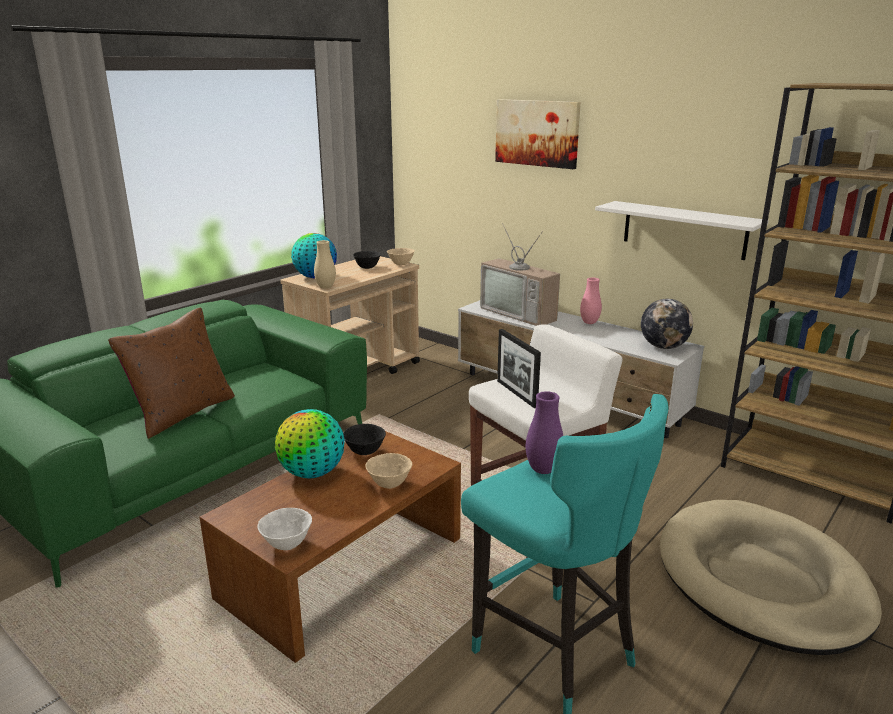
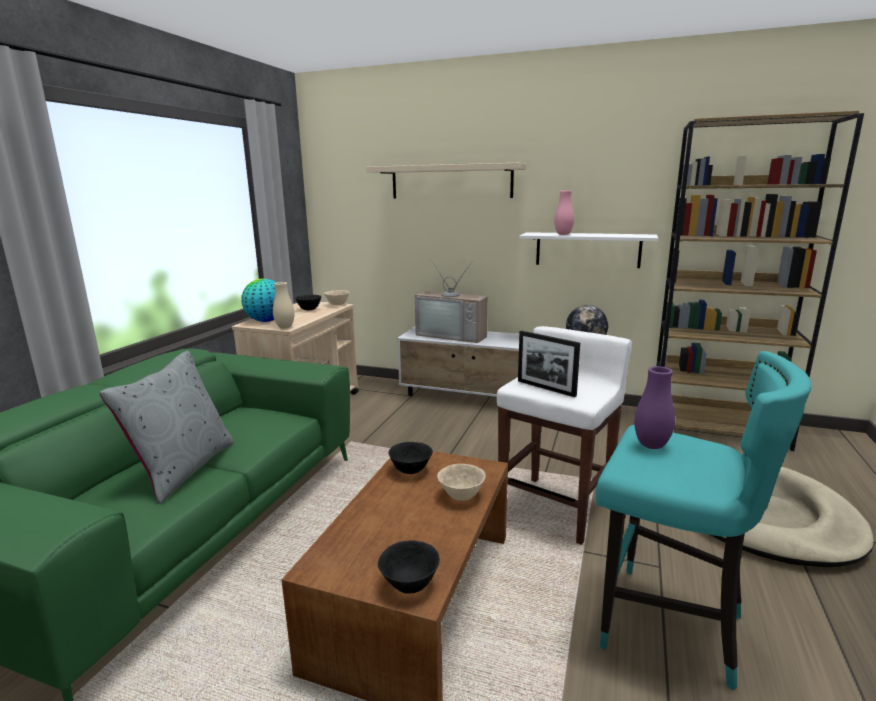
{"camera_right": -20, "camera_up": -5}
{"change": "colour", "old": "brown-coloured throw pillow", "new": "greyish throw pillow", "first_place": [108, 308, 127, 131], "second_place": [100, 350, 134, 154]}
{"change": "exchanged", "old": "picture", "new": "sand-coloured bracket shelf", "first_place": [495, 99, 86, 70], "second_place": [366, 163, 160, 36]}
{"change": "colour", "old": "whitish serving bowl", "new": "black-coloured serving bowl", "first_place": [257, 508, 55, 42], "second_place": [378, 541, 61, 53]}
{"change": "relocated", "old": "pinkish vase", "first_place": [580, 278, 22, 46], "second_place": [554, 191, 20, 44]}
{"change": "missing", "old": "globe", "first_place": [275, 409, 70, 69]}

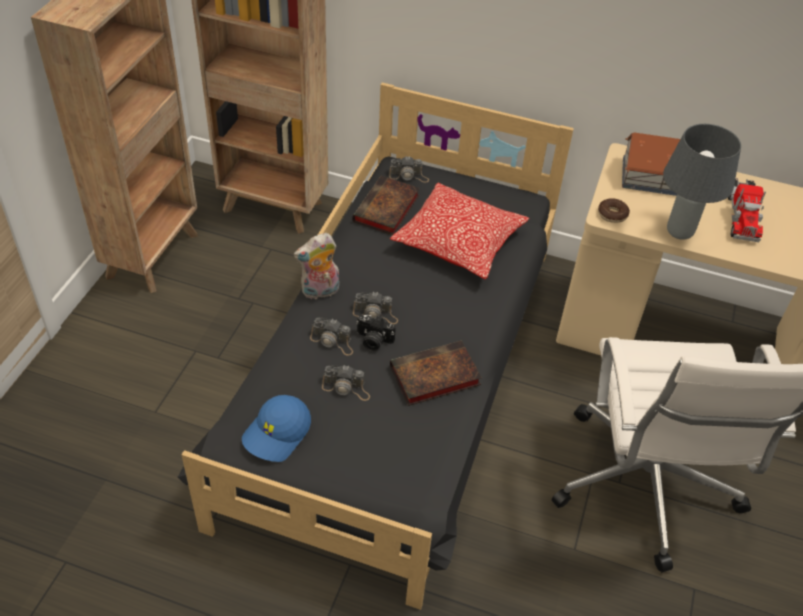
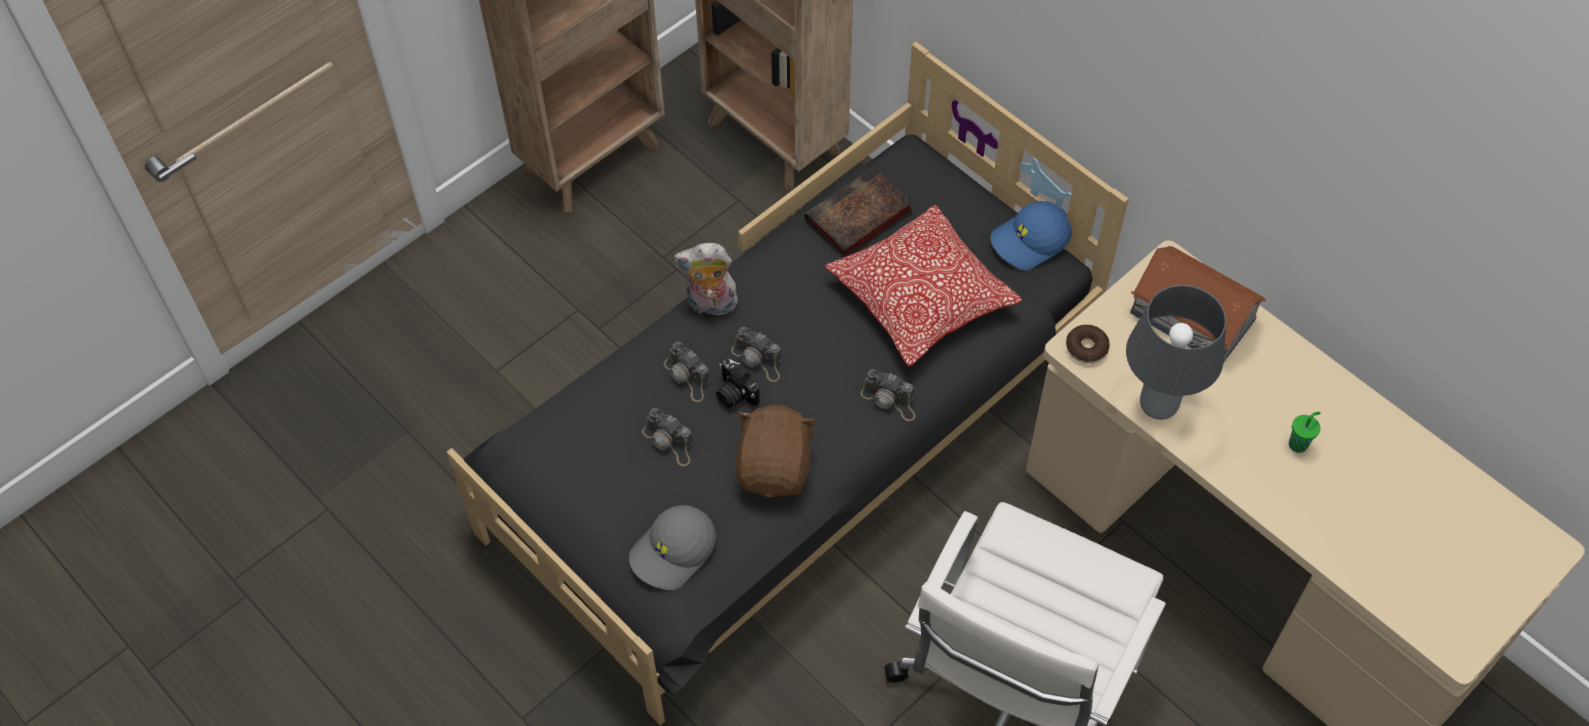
{"camera_right": 30, "camera_up": 10}
{"change": "appeared", "new": "greyish peaked cap", "second_place": [629, 505, 87, 85]}
{"change": "exchanged", "old": "book", "new": "brown-coloured plush toy", "first_place": [390, 340, 92, 66], "second_place": [735, 405, 82, 93]}
{"change": "relocated", "old": "still camera", "first_place": [389, 156, 40, 27], "second_place": [861, 369, 54, 52]}
{"change": "relocated", "old": "blue peaked cap", "first_place": [242, 395, 69, 67], "second_place": [991, 201, 81, 69]}
{"change": "appeared", "new": "greenish cup", "second_place": [1289, 412, 32, 41]}
{"change": "missing", "old": "model truck", "first_place": [728, 178, 38, 64]}

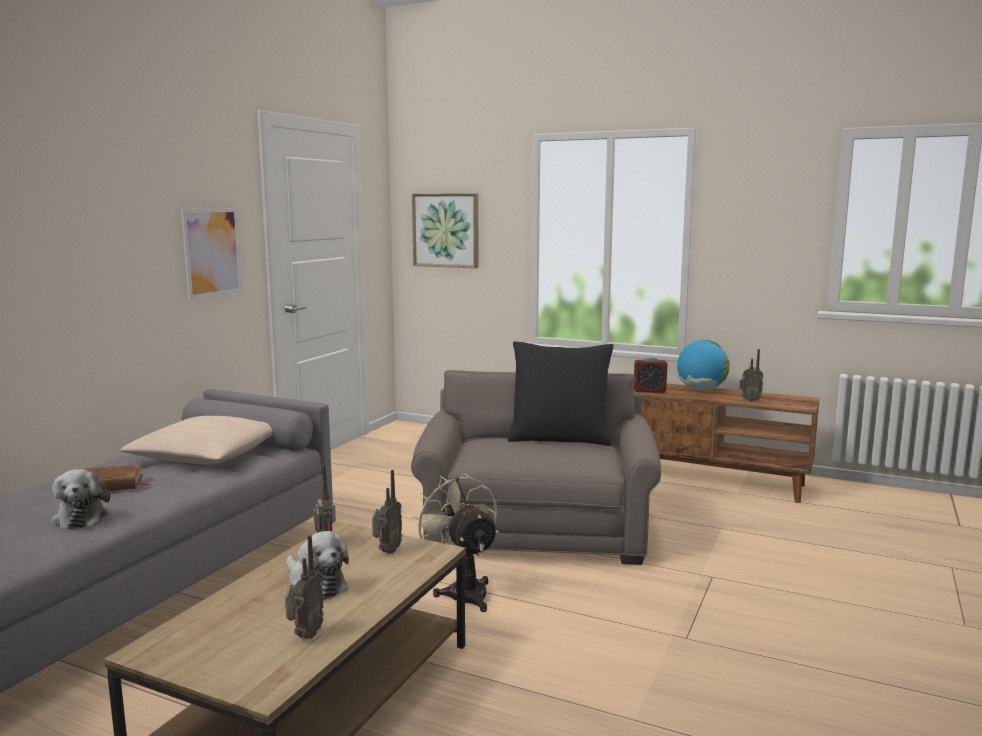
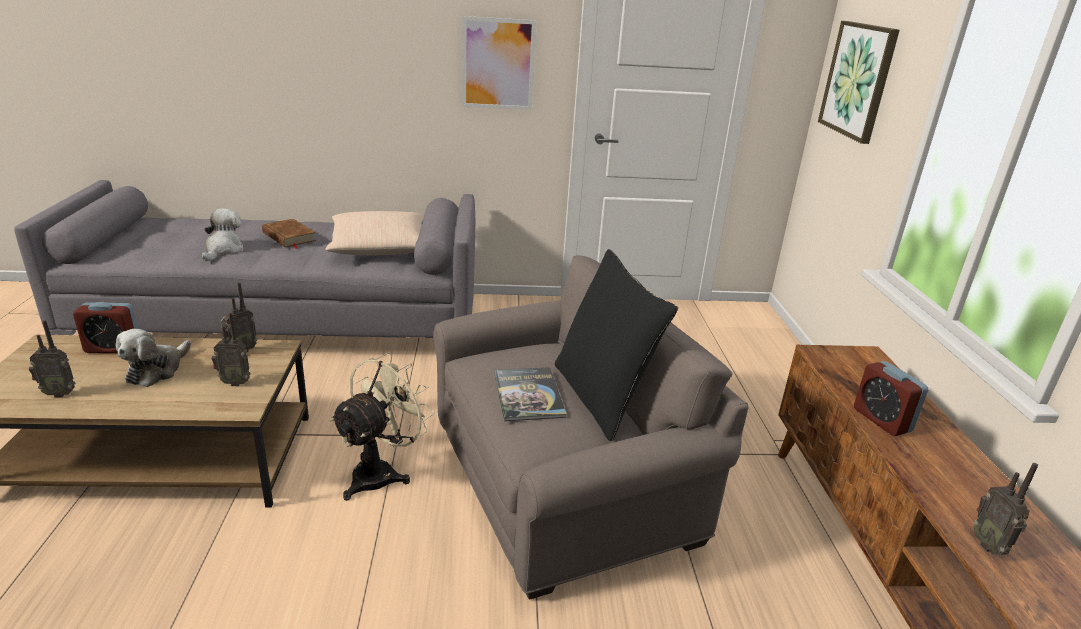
{"camera_right": 60, "camera_up": 15}
{"change": "appeared", "new": "alarm clock", "second_place": [73, 302, 65, 51]}
{"change": "spun", "old": "plush toy", "first_place": [51, 469, 59, 60], "second_place": [202, 208, 42, 53], "degrees": 150}
{"change": "appeared", "new": "book", "second_place": [494, 367, 73, 54]}
{"change": "missing", "old": "globe", "first_place": [677, 340, 53, 51]}

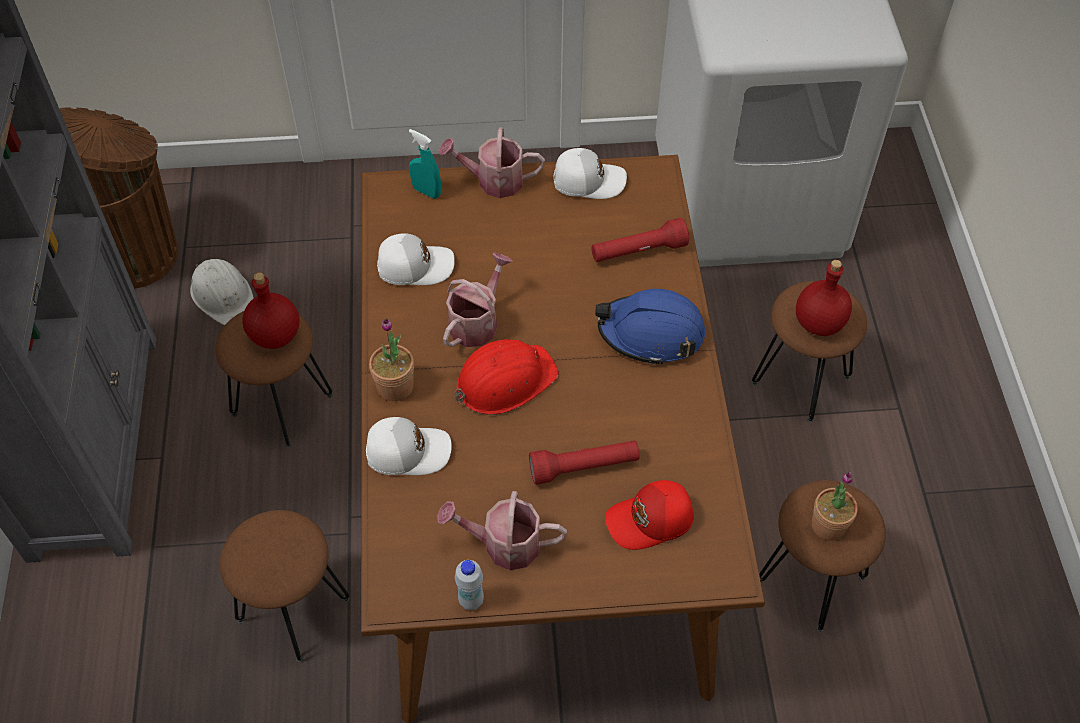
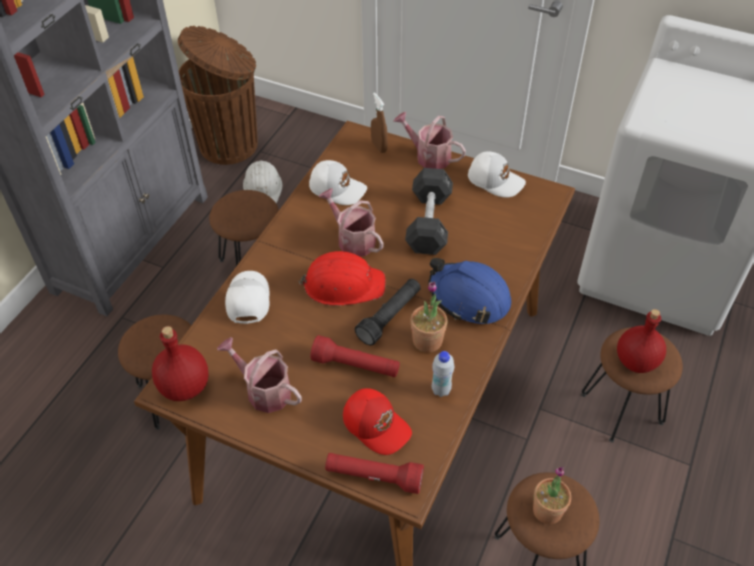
{"camera_right": 30, "camera_up": -5}
{"change": "relocated", "old": "red-coloured beverage bottle", "first_place": [242, 272, 58, 77], "second_place": [152, 326, 57, 75]}
{"change": "spun", "old": "whitish peaked cap", "first_place": [366, 417, 86, 58], "second_place": [225, 271, 45, 53], "degrees": -120}
{"change": "spun", "old": "watering pot", "first_place": [443, 253, 69, 94], "second_place": [318, 188, 66, 69], "degrees": -105}
{"change": "relocated", "old": "red-coloured flashlight", "first_place": [591, 218, 98, 44], "second_place": [325, 453, 99, 41]}
{"change": "spun", "old": "red-coloured peaked cap", "first_place": [605, 480, 89, 70], "second_place": [343, 388, 69, 67], "degrees": -150}
{"change": "appeared", "new": "black-coloured flashlight", "second_place": [355, 279, 66, 67]}
{"change": "colour", "old": "turquoise spray bottle", "new": "brown-coloured spray bottle", "first_place": [409, 129, 32, 70], "second_place": [371, 92, 17, 61]}
{"change": "appeared", "new": "black-coloured free weight", "second_place": [405, 168, 48, 87]}
{"change": "relocated", "old": "potted plant", "first_place": [369, 318, 45, 83], "second_place": [410, 282, 37, 71]}
{"change": "relocated", "old": "whitish beverage bottle", "first_place": [455, 560, 29, 50], "second_place": [432, 351, 22, 46]}

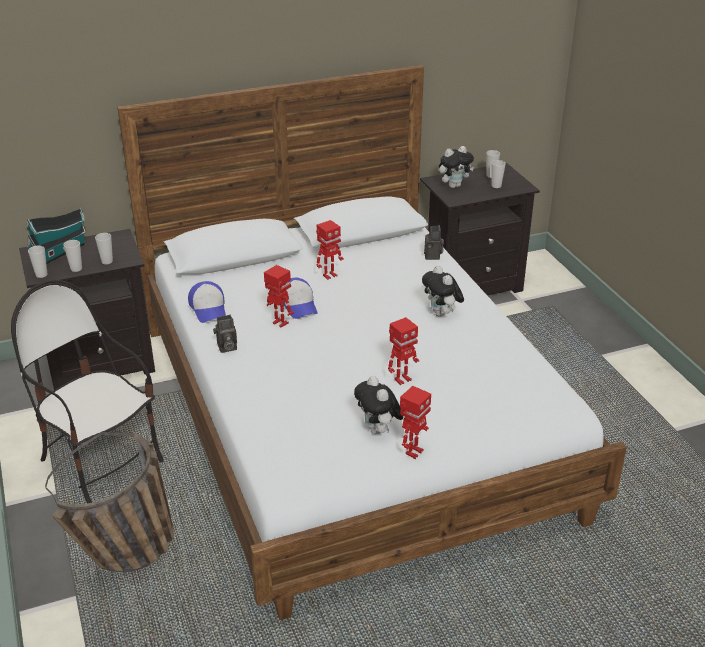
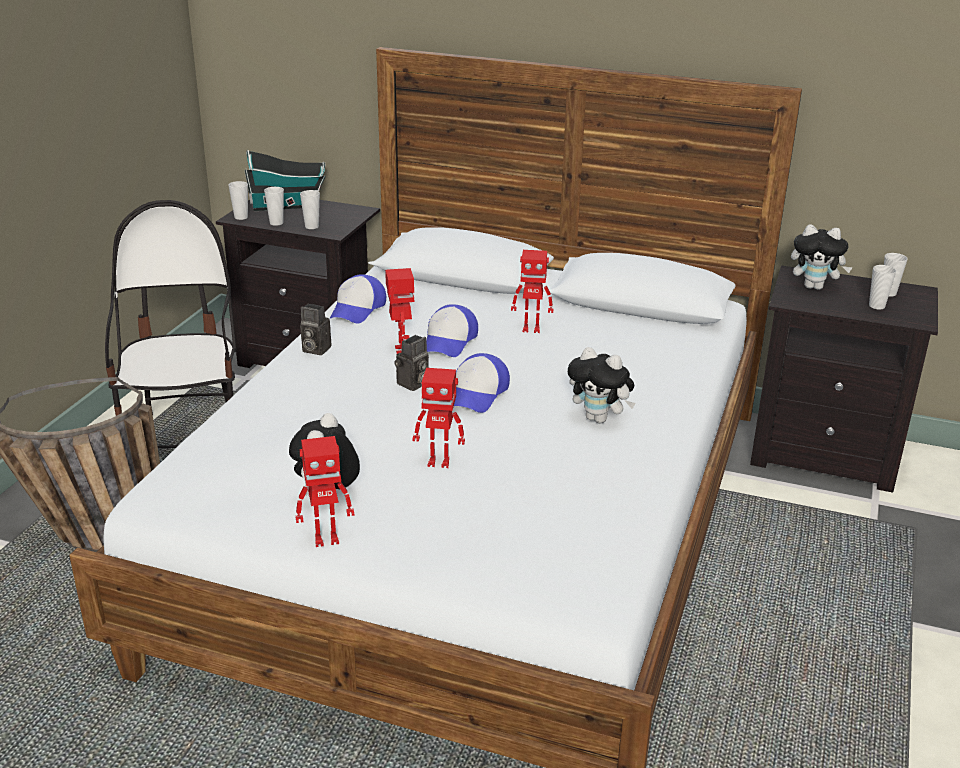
{"camera_right": 40, "camera_up": -5}
{"change": "relocated", "old": "still camera", "first_place": [424, 225, 20, 35], "second_place": [394, 335, 35, 56]}
{"change": "appeared", "new": "peaked cap", "second_place": [454, 353, 56, 60]}
{"change": "spun", "old": "plush toy", "first_place": [422, 266, 42, 50], "second_place": [568, 347, 67, 76], "degrees": -75}

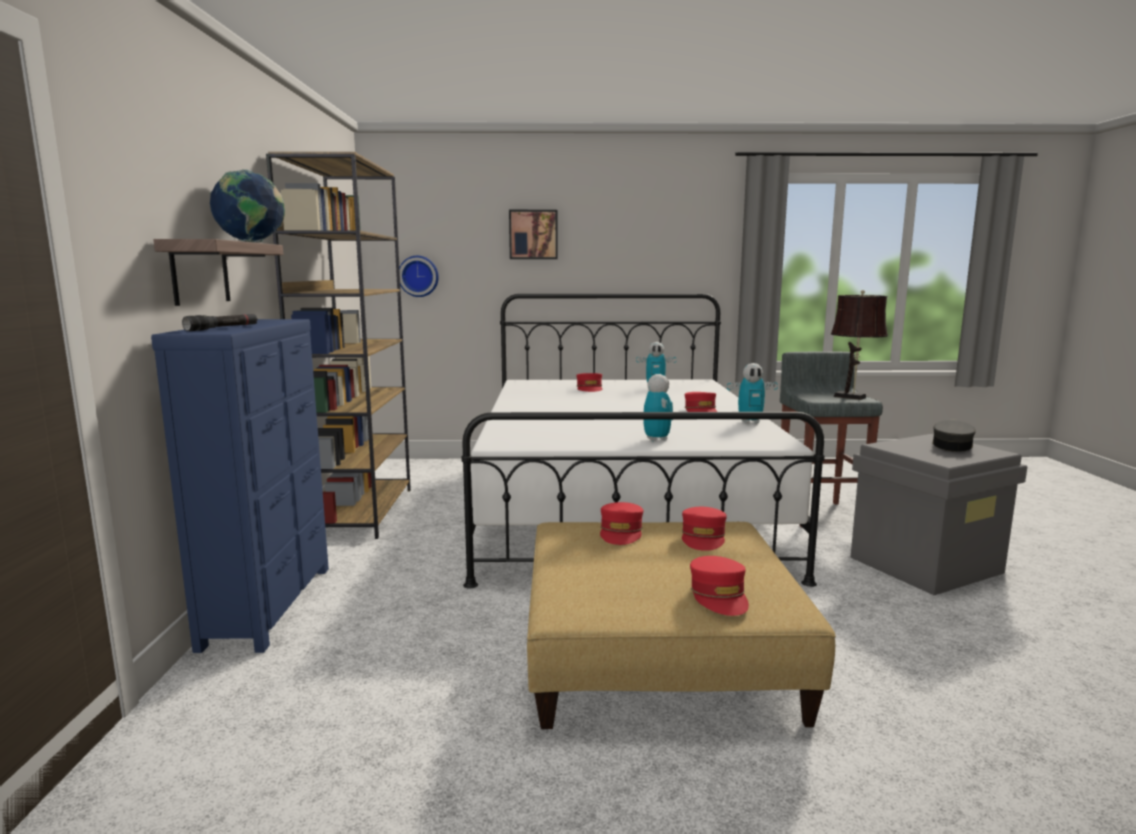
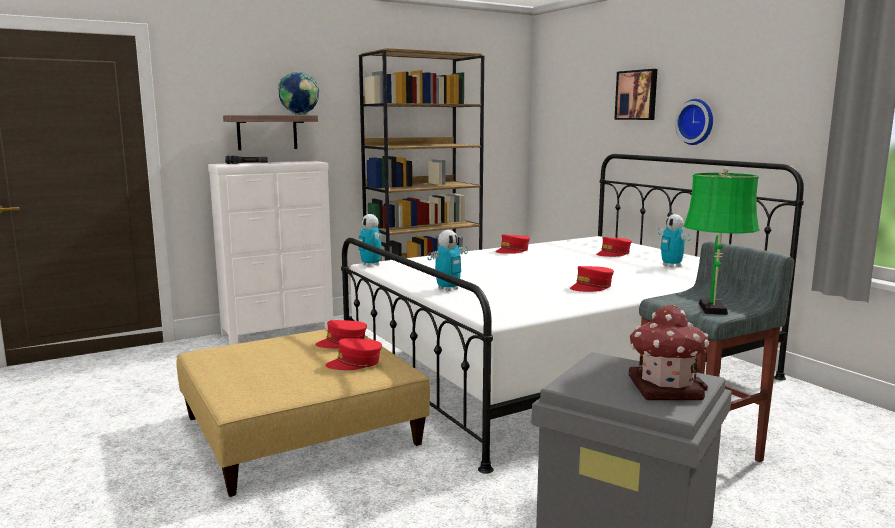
{"camera_right": 60, "camera_up": 0}
{"change": "colour", "old": "blue dresser", "new": "whitish dresser", "first_place": [151, 319, 178, 334], "second_place": [208, 161, 125, 184]}
{"change": "relocated", "old": "robot figure", "first_place": [727, 363, 51, 61], "second_place": [358, 214, 23, 53]}
{"change": "relocated", "old": "red-coloured peaked cap", "first_place": [690, 556, 59, 60], "second_place": [495, 234, 35, 20]}
{"change": "exchanged", "old": "greyish peaked cap", "new": "miniature house", "first_place": [932, 420, 43, 32], "second_place": [629, 304, 80, 96]}
{"change": "relocated", "old": "clock on the wall", "first_place": [399, 256, 40, 41], "second_place": [675, 99, 38, 46]}
{"change": "colour", "old": "brown-coloured table lamp", "new": "greenish table lamp", "first_place": [831, 290, 57, 110], "second_place": [683, 167, 77, 148]}

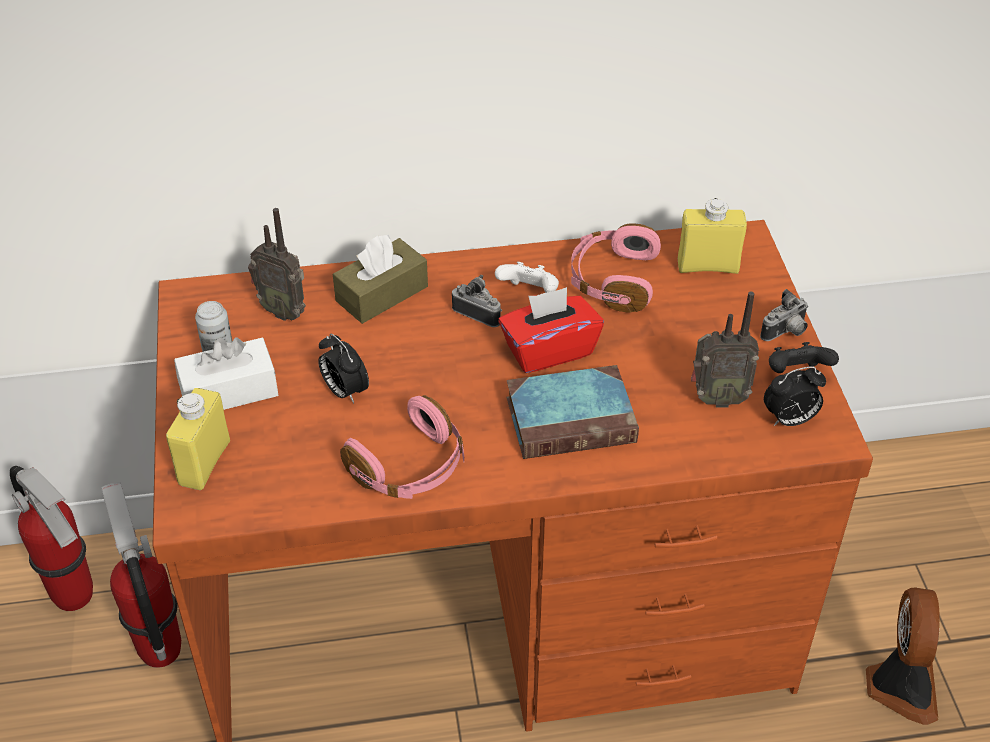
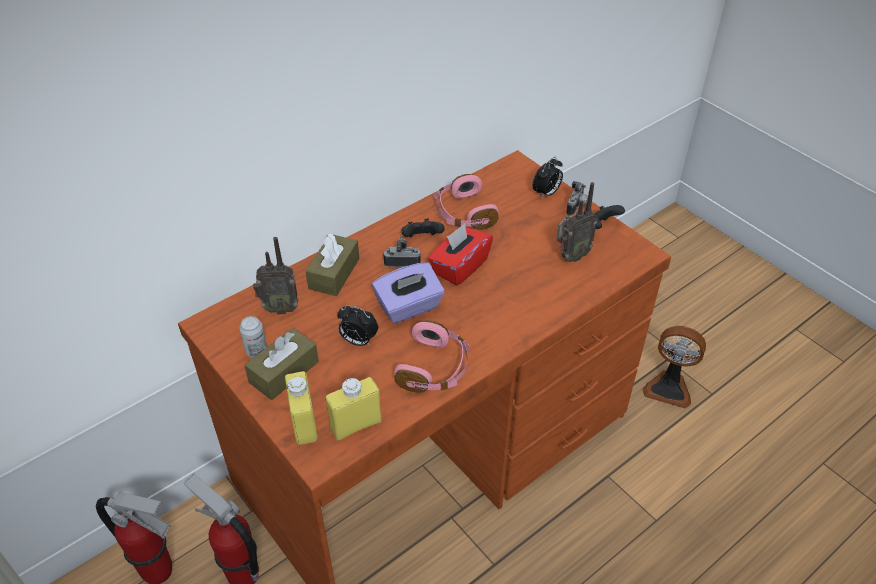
{"camera_right": -30, "camera_up": 0}
{"change": "colour", "old": "whitish tissue holder", "new": "brown-coloured tissue holder", "first_place": [174, 337, 104, 73], "second_place": [244, 328, 75, 72]}
{"change": "relocated", "old": "yellow beverage bottle", "first_place": [678, 198, 69, 76], "second_place": [326, 377, 56, 64]}
{"change": "appeared", "new": "purple-coloured tissue holder", "second_place": [372, 262, 73, 62]}
{"change": "colour", "old": "whitish gamepad", "new": "black-coloured gamepad", "first_place": [495, 262, 64, 31], "second_place": [401, 219, 44, 18]}
{"change": "relocated", "old": "alarm clock", "first_place": [764, 366, 62, 60], "second_place": [533, 157, 30, 42]}
{"change": "spun", "old": "cooling fan", "first_place": [866, 588, 74, 137], "second_place": [642, 326, 64, 82], "degrees": 135}
{"change": "missing", "old": "book", "first_place": [507, 365, 132, 94]}

